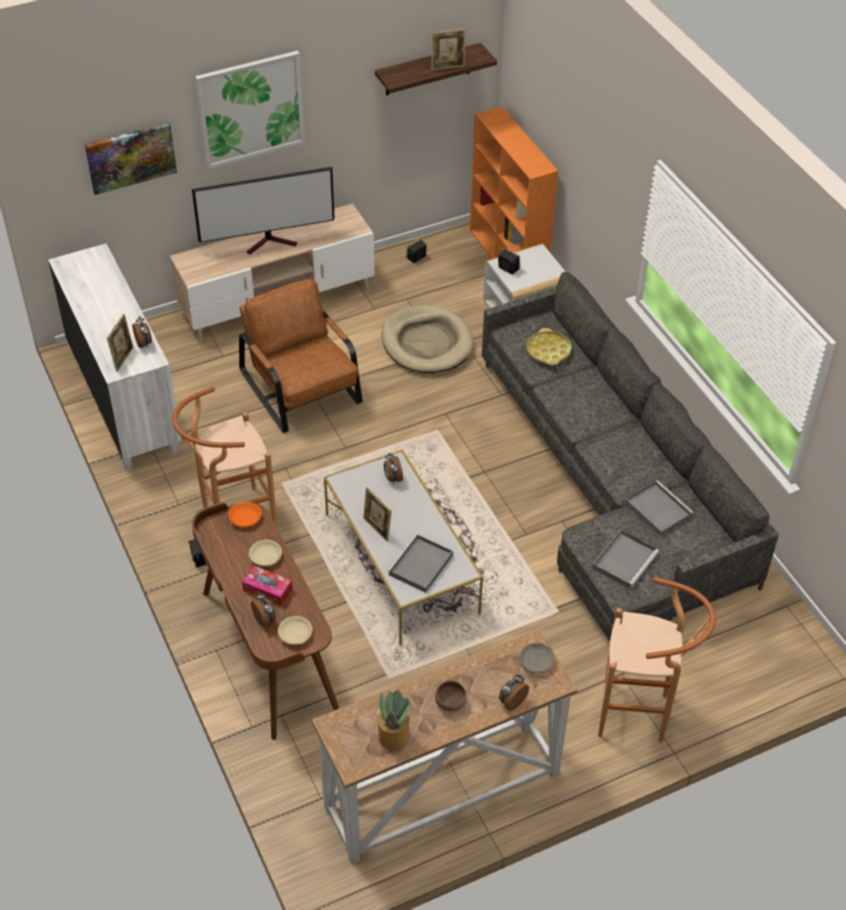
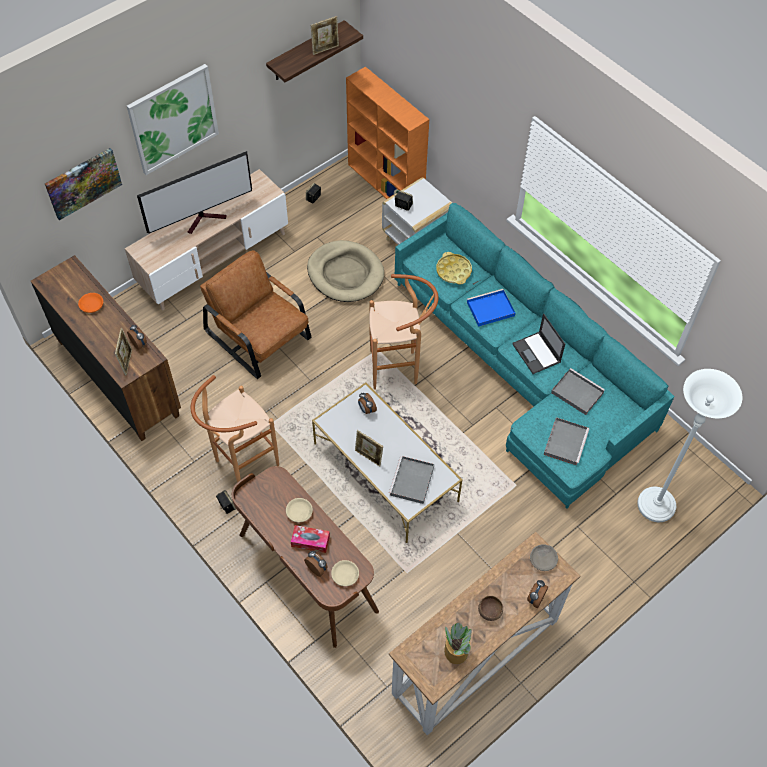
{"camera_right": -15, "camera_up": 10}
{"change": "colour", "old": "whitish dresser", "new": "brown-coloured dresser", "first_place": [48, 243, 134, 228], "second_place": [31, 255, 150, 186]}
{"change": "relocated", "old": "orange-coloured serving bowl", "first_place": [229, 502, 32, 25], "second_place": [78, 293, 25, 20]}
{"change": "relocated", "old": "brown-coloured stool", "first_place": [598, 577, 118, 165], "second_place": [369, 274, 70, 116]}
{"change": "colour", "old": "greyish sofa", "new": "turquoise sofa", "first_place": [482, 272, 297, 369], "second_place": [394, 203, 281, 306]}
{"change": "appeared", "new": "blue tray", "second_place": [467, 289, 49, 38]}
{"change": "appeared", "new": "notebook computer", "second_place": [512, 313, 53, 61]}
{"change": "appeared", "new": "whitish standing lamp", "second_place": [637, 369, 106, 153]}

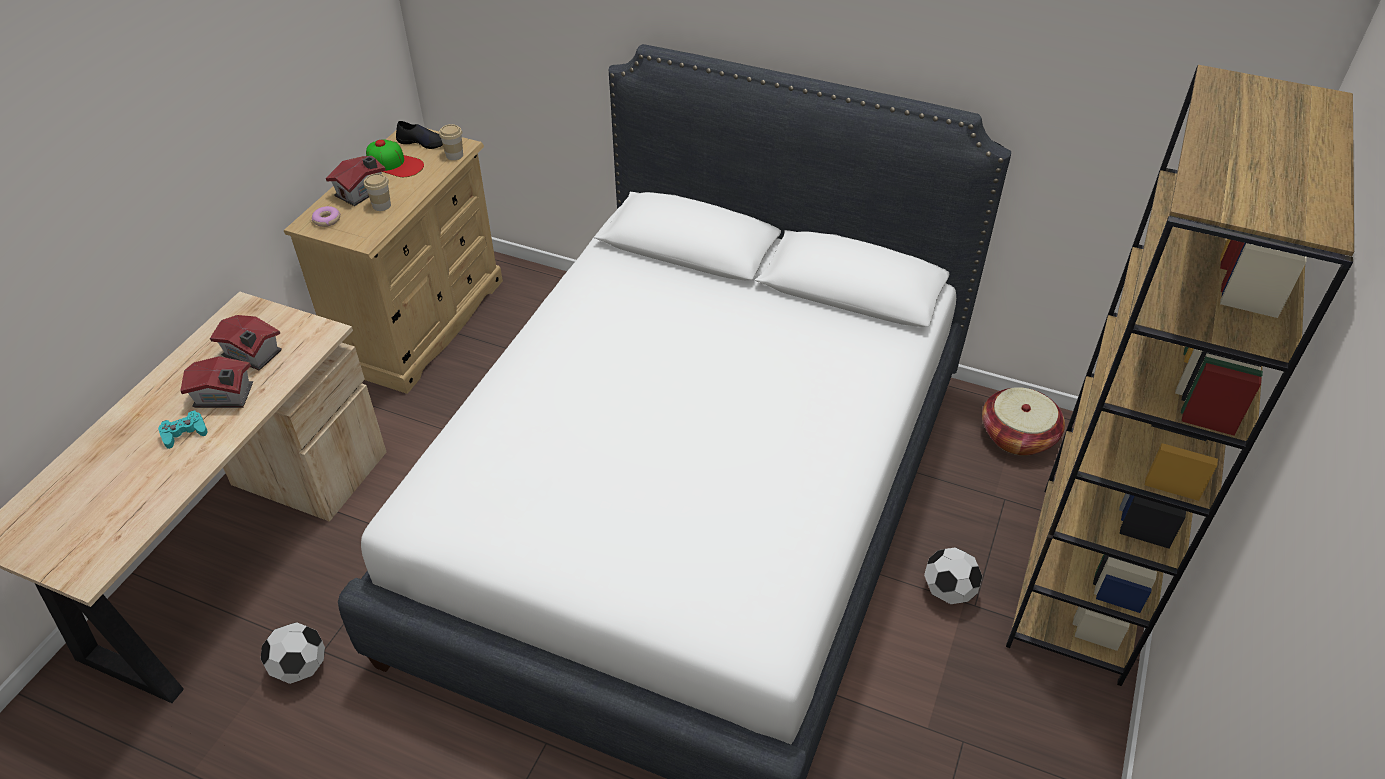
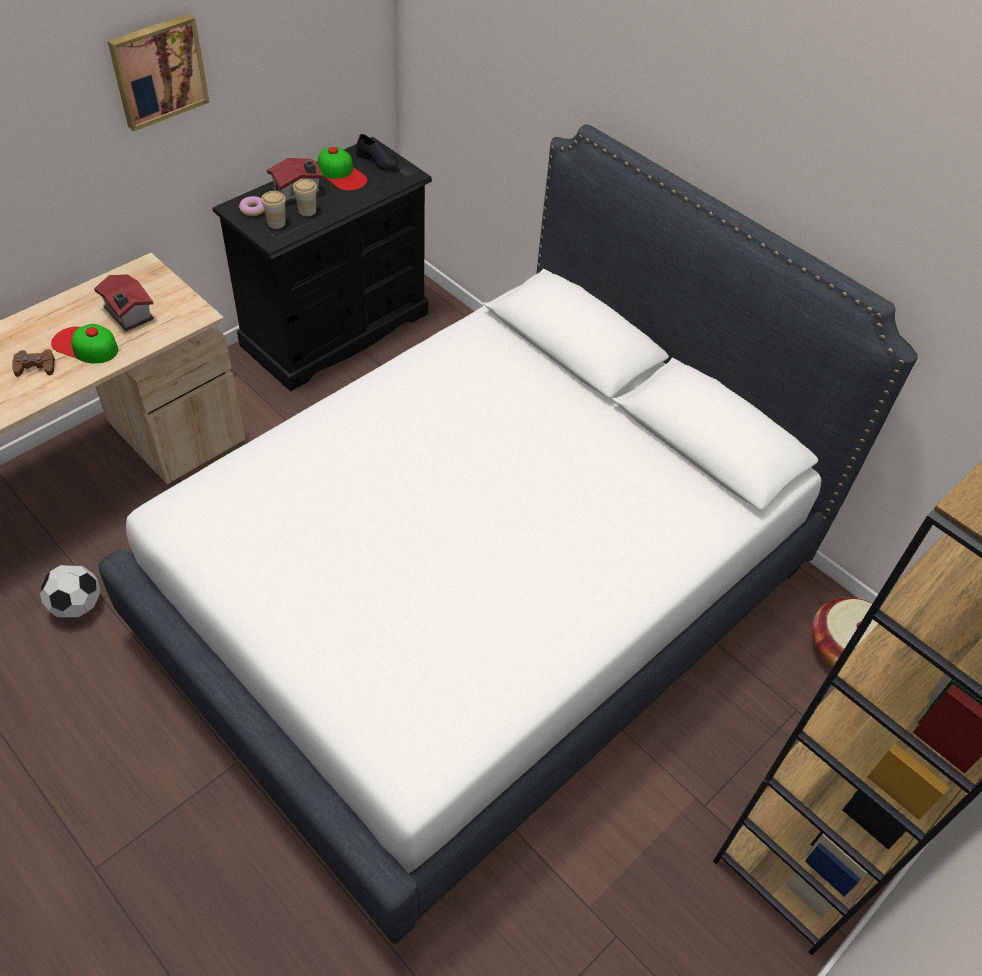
{"camera_right": 20, "camera_up": 5}
{"change": "colour", "old": "turquoise gamepad", "new": "brown-coloured gamepad", "first_place": [158, 410, 49, 39], "second_place": [12, 349, 43, 28]}
{"change": "exchanged", "old": "miniature house", "new": "peaked cap", "first_place": [180, 356, 73, 52], "second_place": [51, 324, 67, 39]}
{"change": "appeared", "new": "picture", "second_place": [108, 14, 101, 117]}
{"change": "colour", "old": "sand-coloured dresser", "new": "black-coloured dresser", "first_place": [284, 128, 219, 266], "second_place": [213, 137, 219, 255]}
{"change": "relocated", "old": "cup", "first_place": [439, 124, 24, 36], "second_place": [261, 191, 25, 38]}
{"change": "missing", "old": "football", "first_place": [924, 547, 58, 57]}

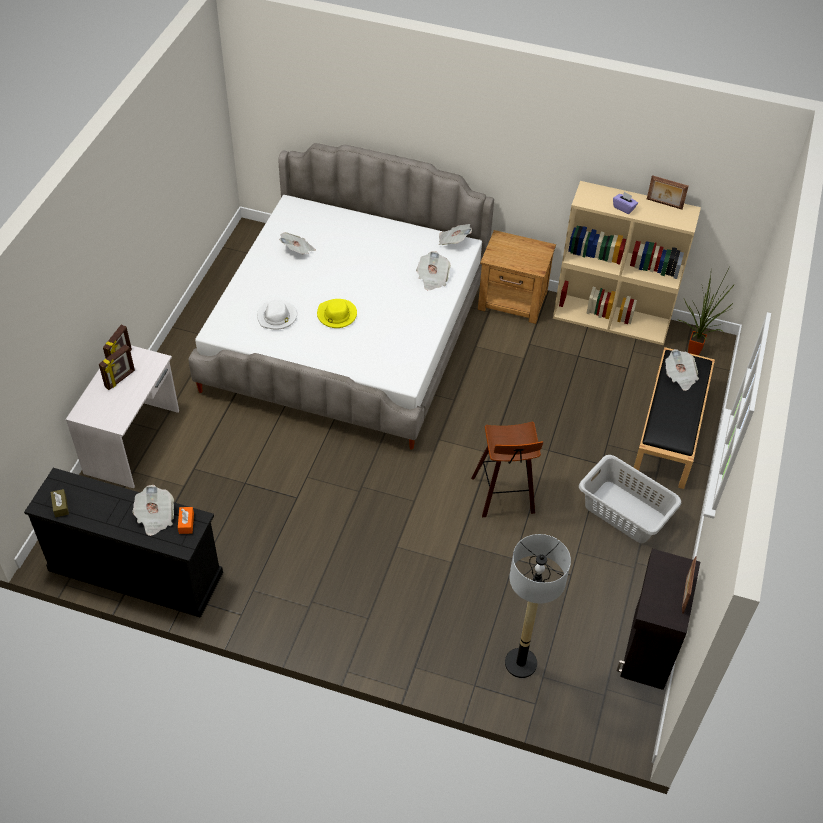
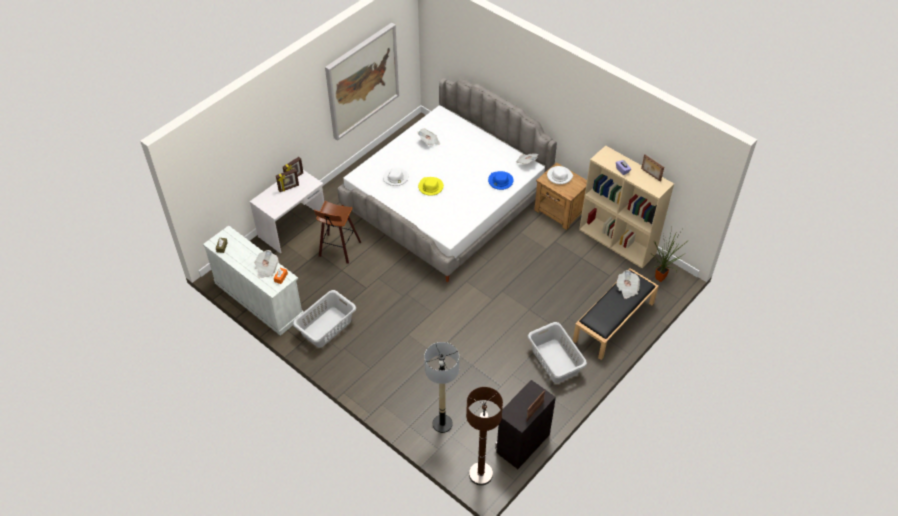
{"camera_right": 25, "camera_up": 0}
{"change": "colour", "old": "black-coloured dresser", "new": "whitish dresser", "first_place": [24, 468, 199, 150], "second_place": [203, 225, 101, 111]}
{"change": "appeared", "new": "greyish hamper", "second_place": [293, 290, 63, 58]}
{"change": "relocated", "old": "stool", "first_place": [471, 422, 72, 95], "second_place": [314, 201, 47, 63]}
{"change": "appeared", "new": "picture", "second_place": [325, 22, 74, 119]}
{"change": "appeared", "new": "brown-coloured standing lamp", "second_place": [466, 387, 37, 98]}
{"change": "exchanged", "old": "printed paper", "new": "blue clothing hat", "first_place": [416, 251, 35, 40], "second_place": [488, 171, 25, 19]}
{"change": "appeared", "new": "whitish clothing hat", "second_place": [547, 166, 26, 18]}

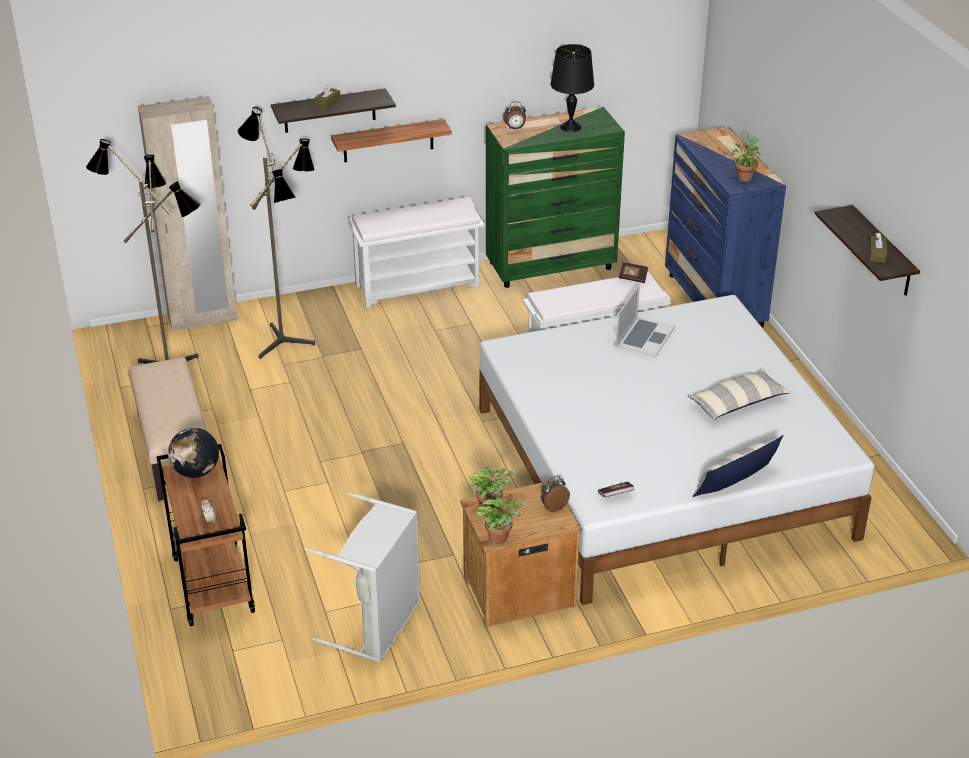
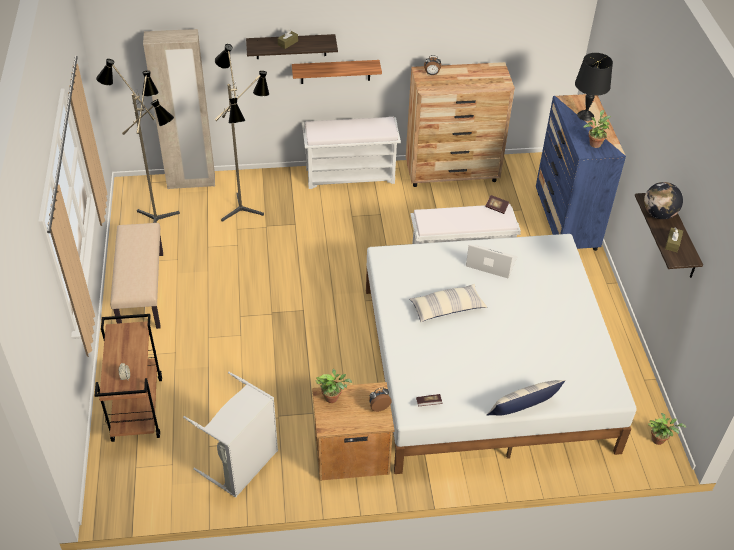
{"camera_right": 10, "camera_up": 10}
{"change": "colour", "old": "greenish dresser", "new": "brown-coloured dresser", "first_place": [486, 107, 139, 181], "second_place": [406, 62, 109, 125]}
{"change": "relocated", "old": "throw pillow", "first_place": [688, 369, 103, 51], "second_place": [410, 284, 77, 38]}
{"change": "spun", "old": "notebook computer", "first_place": [616, 285, 60, 72], "second_place": [466, 244, 51, 35], "degrees": -105}
{"change": "relocated", "old": "black-coloured table lamp", "first_place": [550, 44, 44, 88], "second_place": [575, 53, 38, 68]}
{"change": "relocated", "old": "globe", "first_place": [168, 428, 51, 50], "second_place": [644, 182, 39, 37]}
{"change": "relocated", "old": "potted plant", "first_place": [476, 497, 52, 47], "second_place": [648, 413, 38, 32]}

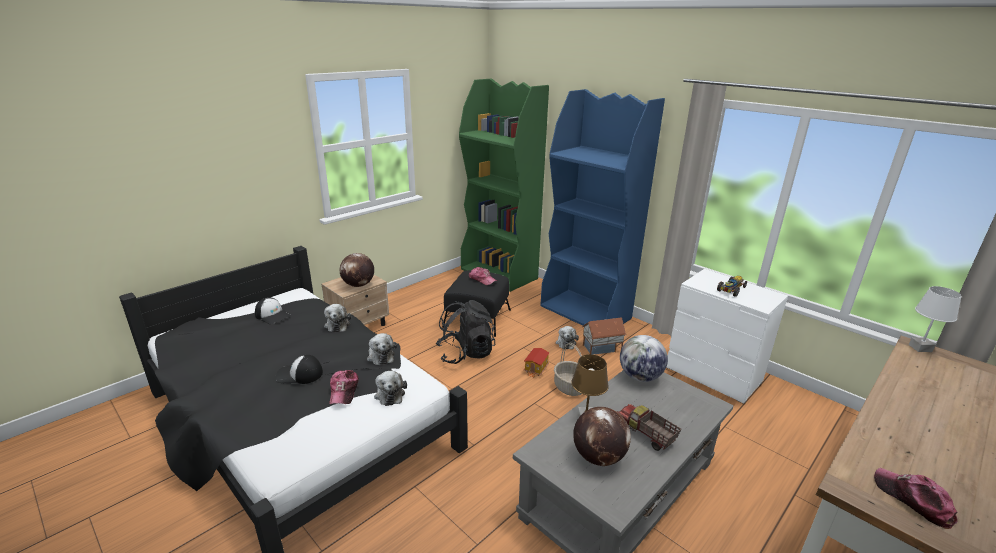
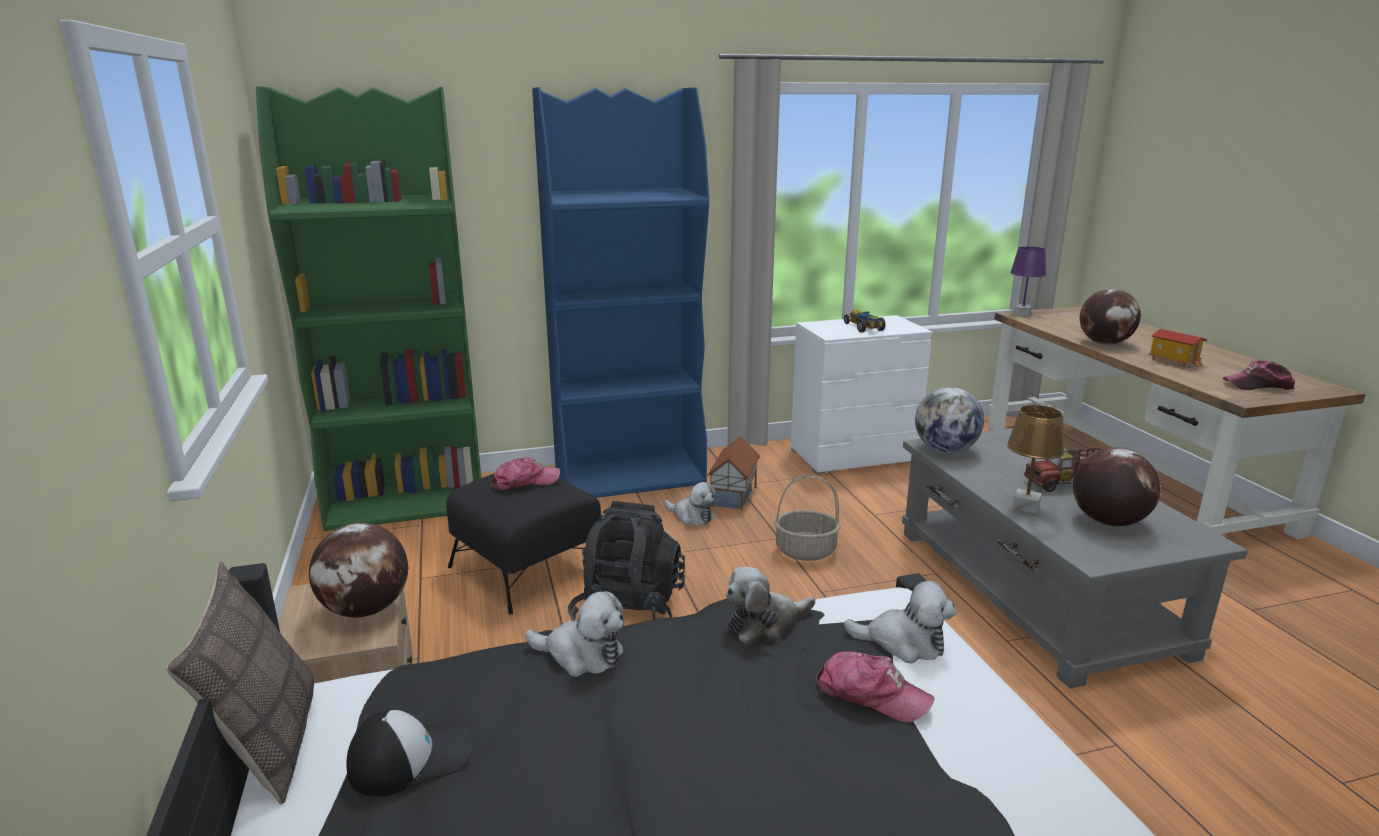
{"camera_right": -60, "camera_up": -5}
{"change": "appeared", "new": "throw pillow", "second_place": [166, 562, 148, 243]}
{"change": "spun", "old": "plush toy", "first_place": [367, 333, 30, 33], "second_place": [726, 566, 89, 78], "degrees": 150}
{"change": "colour", "old": "whitish table lamp", "new": "purple-coloured table lamp", "first_place": [909, 286, 53, 66], "second_place": [1010, 247, 37, 70]}
{"change": "appeared", "new": "globe", "second_place": [1080, 289, 61, 56]}
{"change": "relocated", "old": "miniature house", "first_place": [524, 348, 26, 29], "second_place": [1148, 329, 59, 39]}
{"change": "missing", "old": "peaked cap", "first_place": [275, 355, 48, 29]}

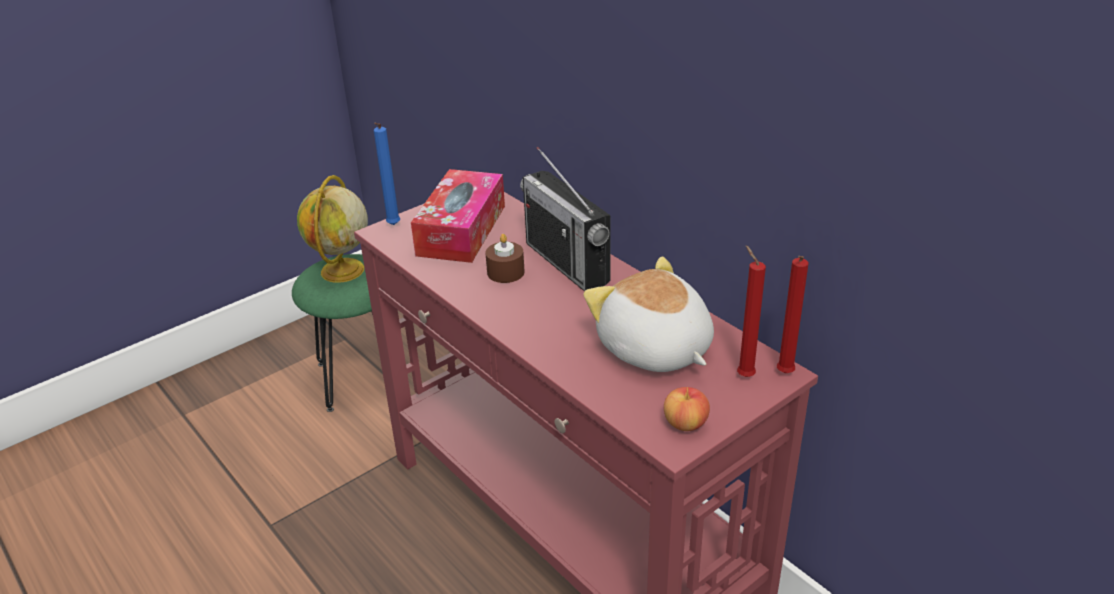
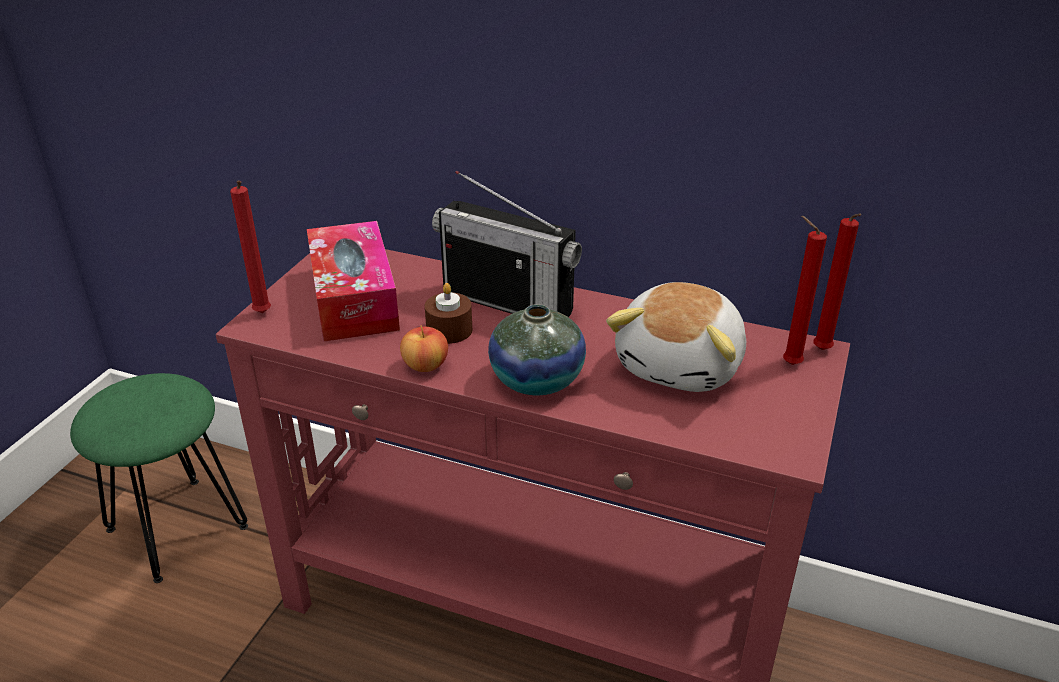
{"camera_right": -30, "camera_up": 0}
{"change": "colour", "old": "blue wax candle", "new": "red-coloured wax candle", "first_place": [374, 123, 26, 102], "second_place": [230, 180, 41, 133]}
{"change": "relocated", "old": "whole apple", "first_place": [664, 387, 46, 44], "second_place": [400, 325, 48, 47]}
{"change": "appeared", "new": "vase", "second_place": [488, 304, 98, 91]}
{"change": "spun", "old": "plush toy", "first_place": [583, 256, 131, 116], "second_place": [606, 282, 140, 110], "degrees": -90}
{"change": "missing", "old": "globe", "first_place": [297, 175, 71, 108]}

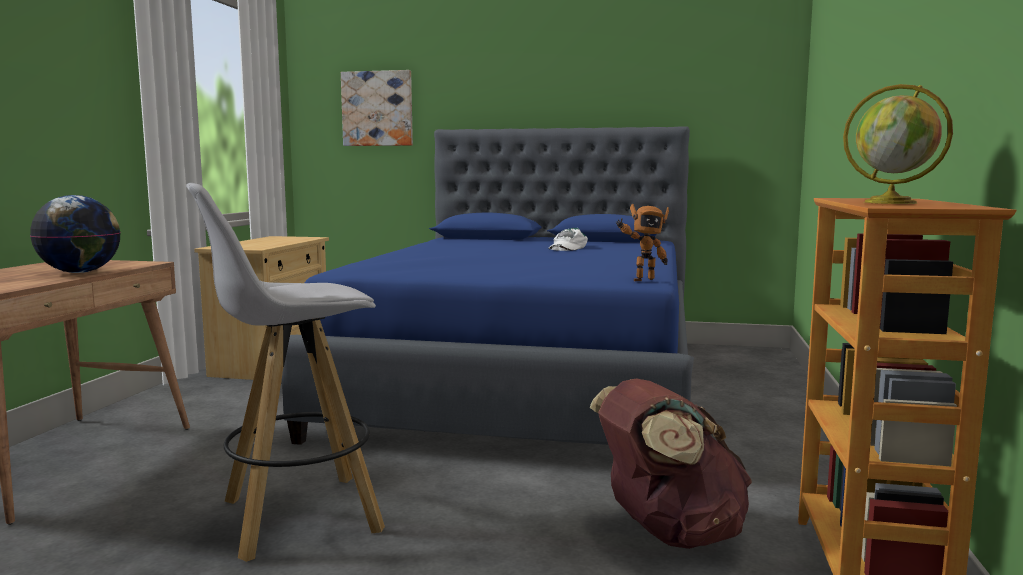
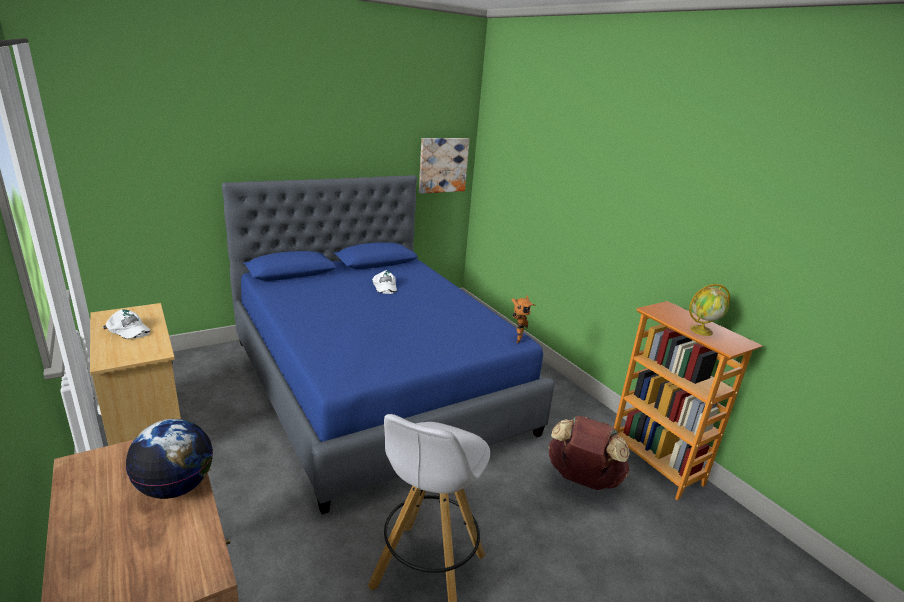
{"camera_right": -45, "camera_up": 15}
{"change": "appeared", "new": "whitish peaked cap", "second_place": [102, 309, 49, 30]}
{"change": "relocated", "old": "picture", "first_place": [341, 70, 72, 76], "second_place": [419, 138, 50, 56]}

